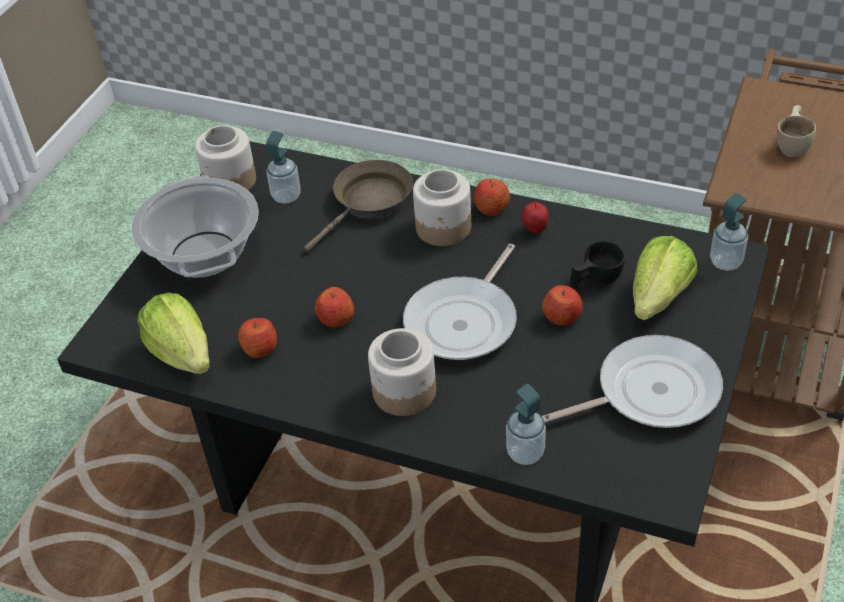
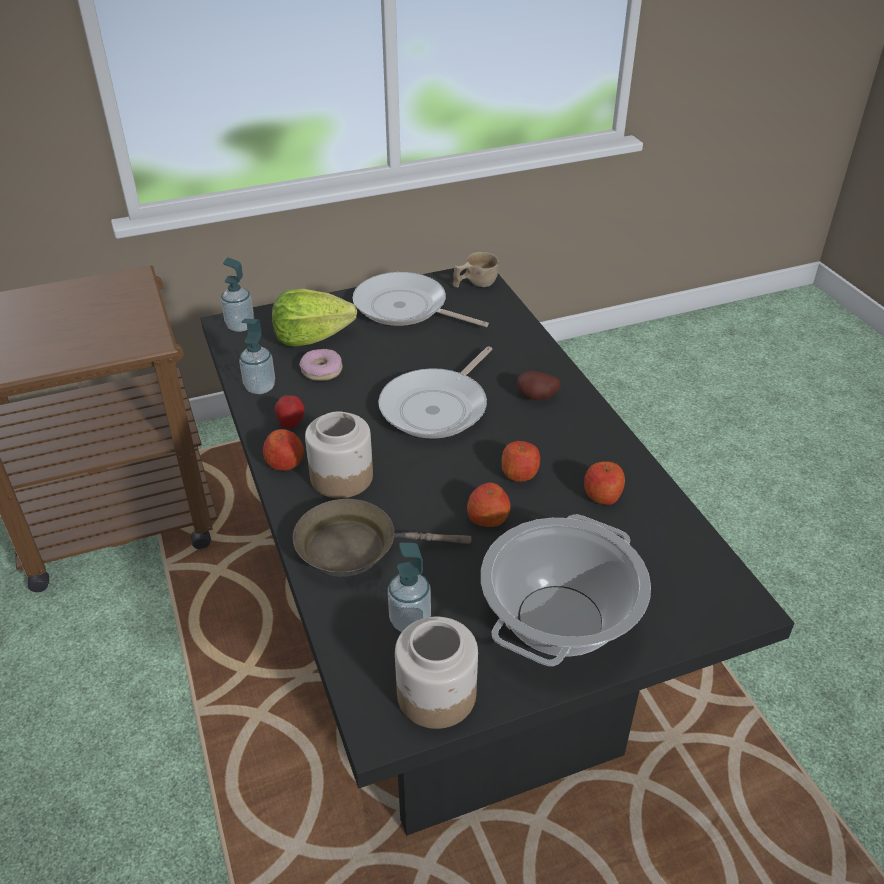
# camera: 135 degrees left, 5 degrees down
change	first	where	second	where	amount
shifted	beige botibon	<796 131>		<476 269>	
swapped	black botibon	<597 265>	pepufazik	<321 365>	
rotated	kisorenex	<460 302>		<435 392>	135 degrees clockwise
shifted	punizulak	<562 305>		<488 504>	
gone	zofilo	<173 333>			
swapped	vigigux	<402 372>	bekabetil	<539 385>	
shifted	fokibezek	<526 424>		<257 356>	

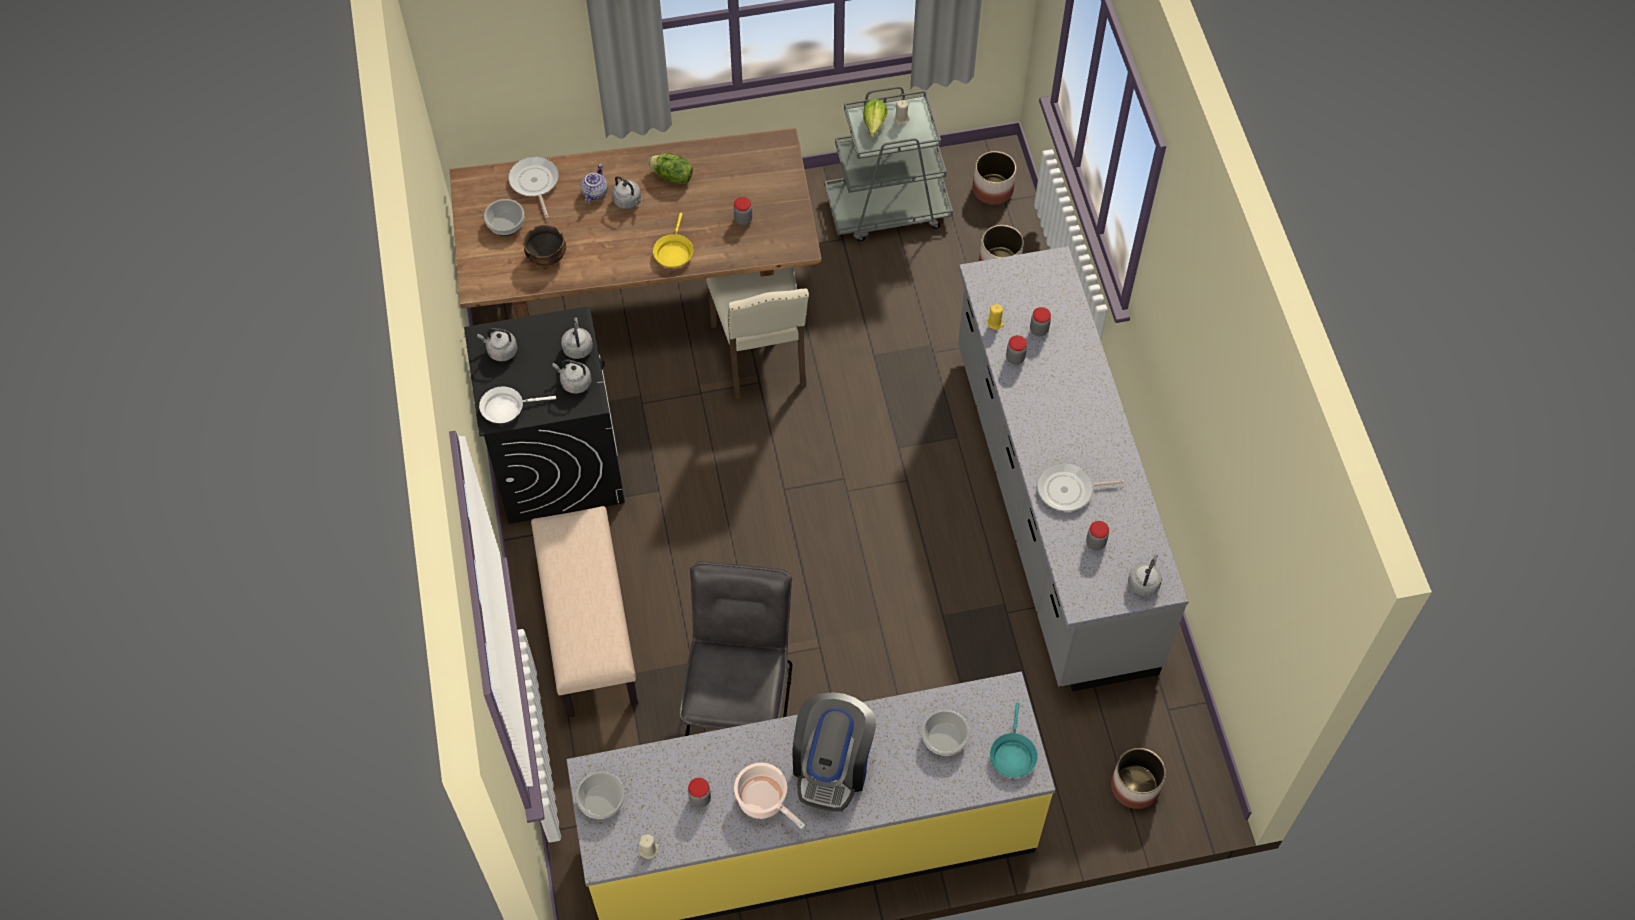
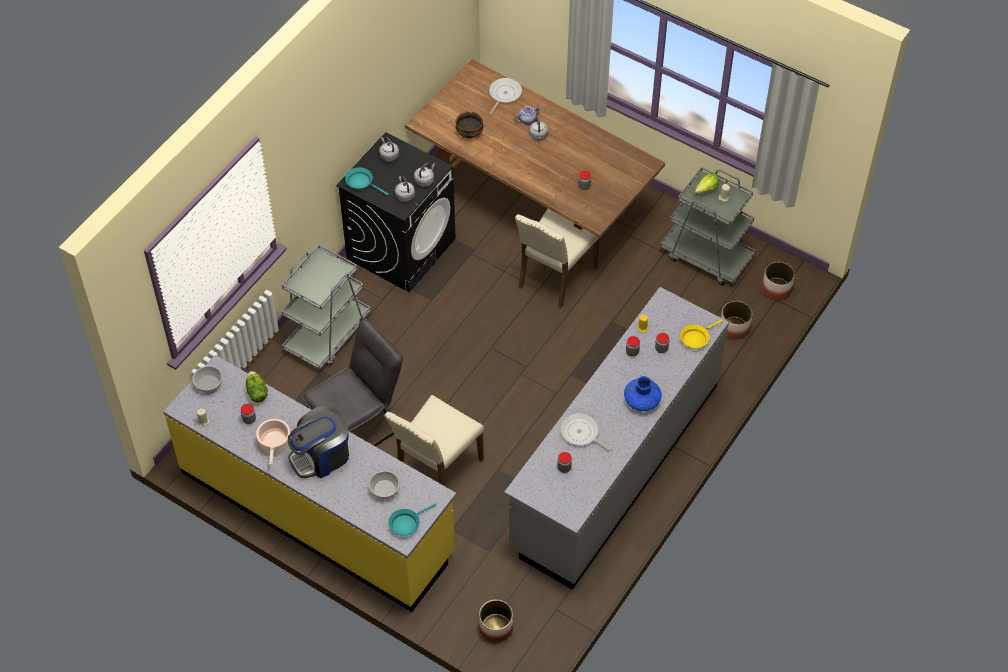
# camera: 45 degrees right, 5 degrees down
change	first	where	second	where	amount
shifted	zofilo	<670 169>		<257 387>	
gone	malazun	<504 217>			
shifted	yellow kisorenex	<673 240>		<701 334>	
repainted	white kisorenex	<517 405>	turquoise kisorenex	<367 181>	
swapped	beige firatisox	<584 612>	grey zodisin	<326 307>	
gone	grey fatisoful	<1145 576>			
new			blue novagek	<643 393>	
new			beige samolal	<434 440>	

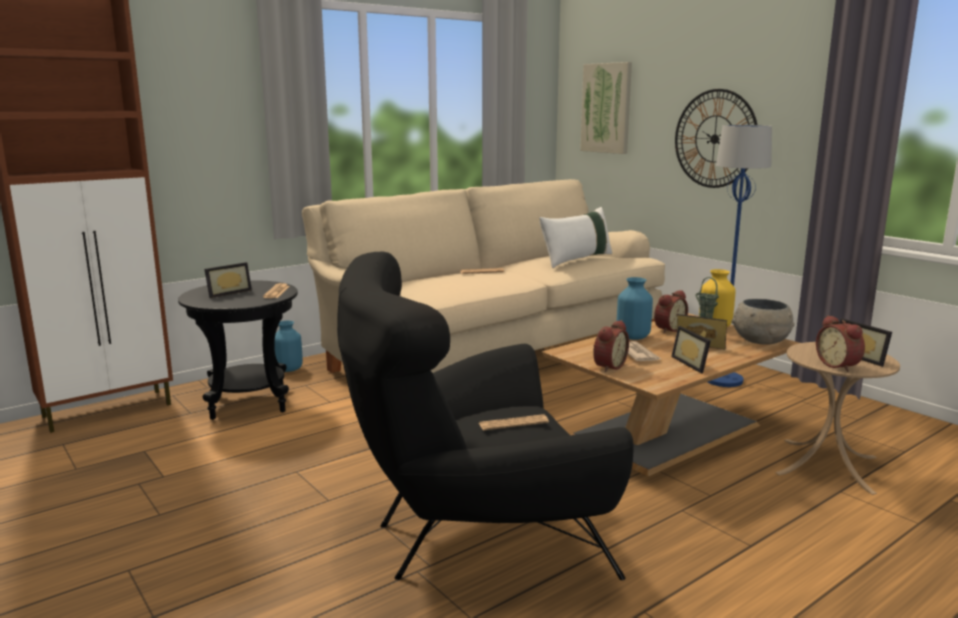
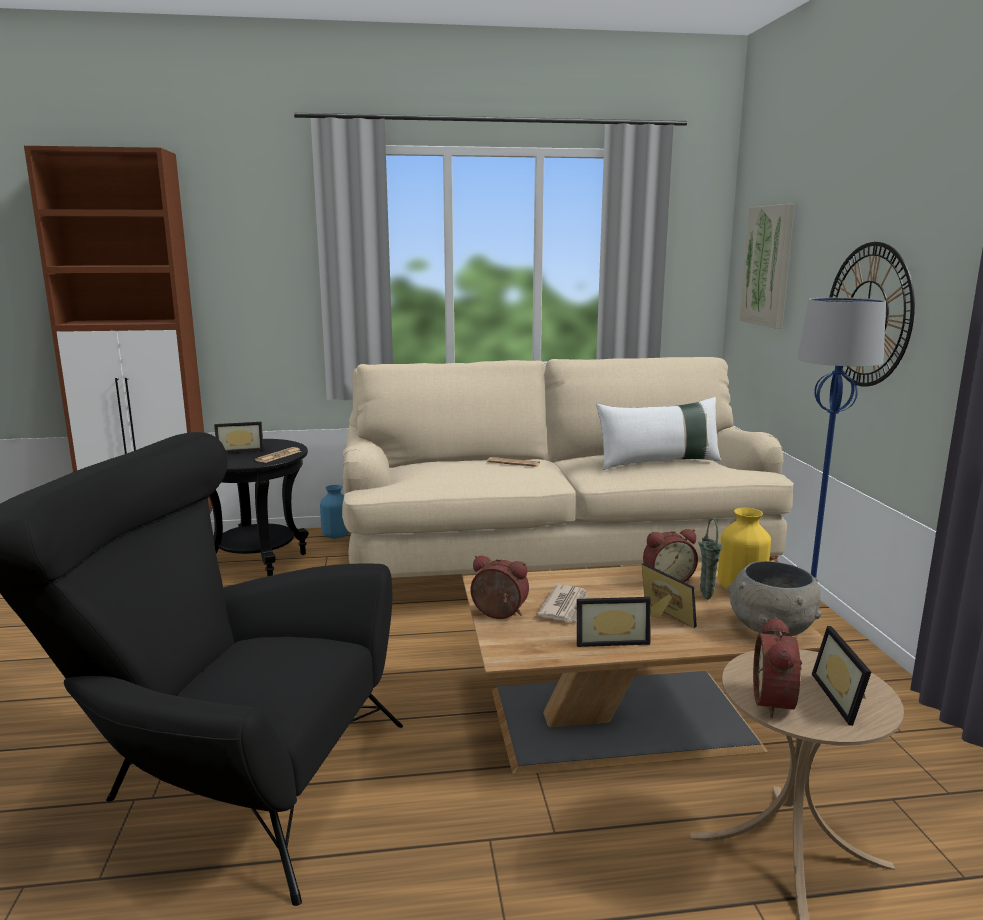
# camera: 30 degrees right, 0 degrees up
change	first	where	second	where	amount
gone	blue novagek	<635 308>			
rotated	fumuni	<611 346>		<500 587>	135 degrees counterclockwise
rotated	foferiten	<691 350>		<614 622>	105 degrees counterclockwise
gone	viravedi	<514 422>			

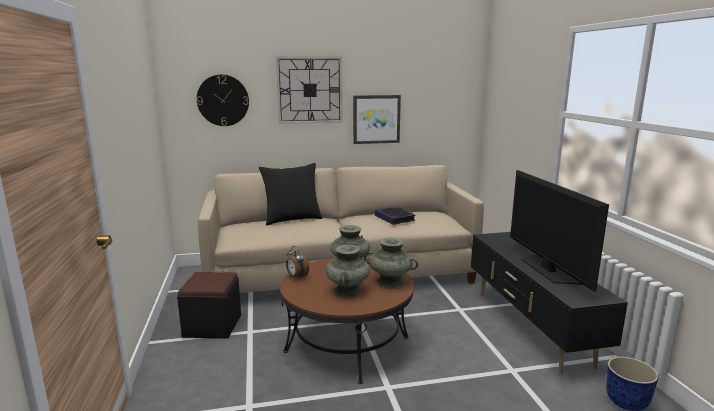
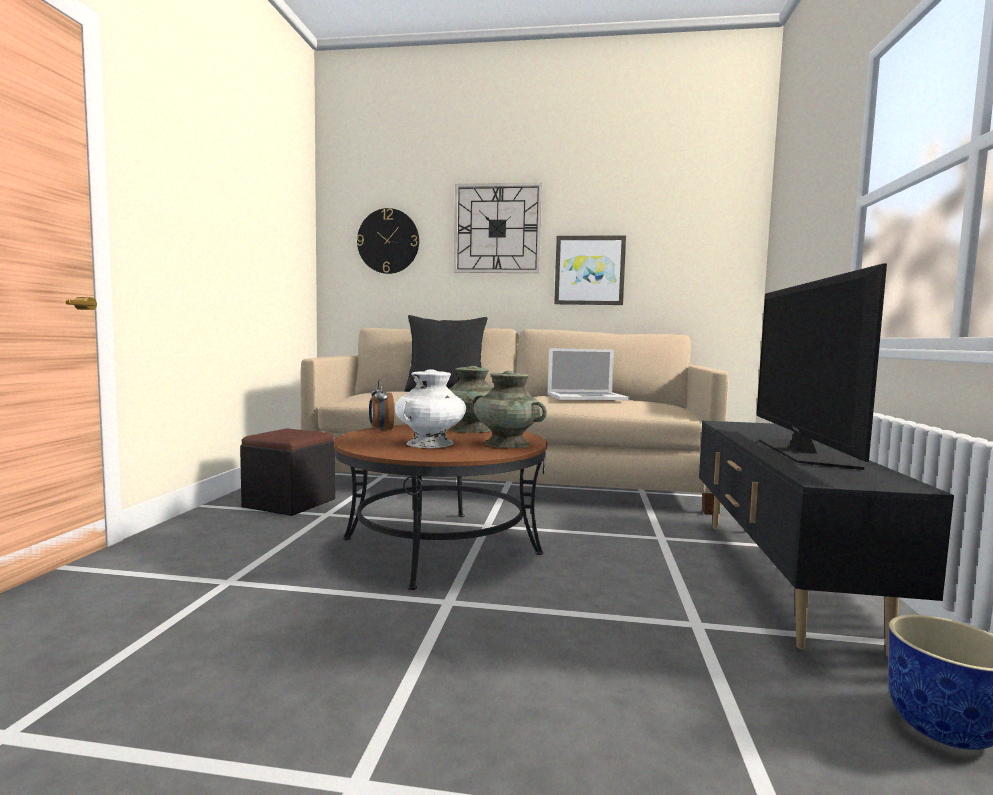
# camera: 20 degrees right, 10 degrees down
change	first	where	second	where	amount
swapped	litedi	<395 216>	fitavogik	<588 374>	
repainted	turquoise novagek	<348 271>	white novagek	<430 408>	

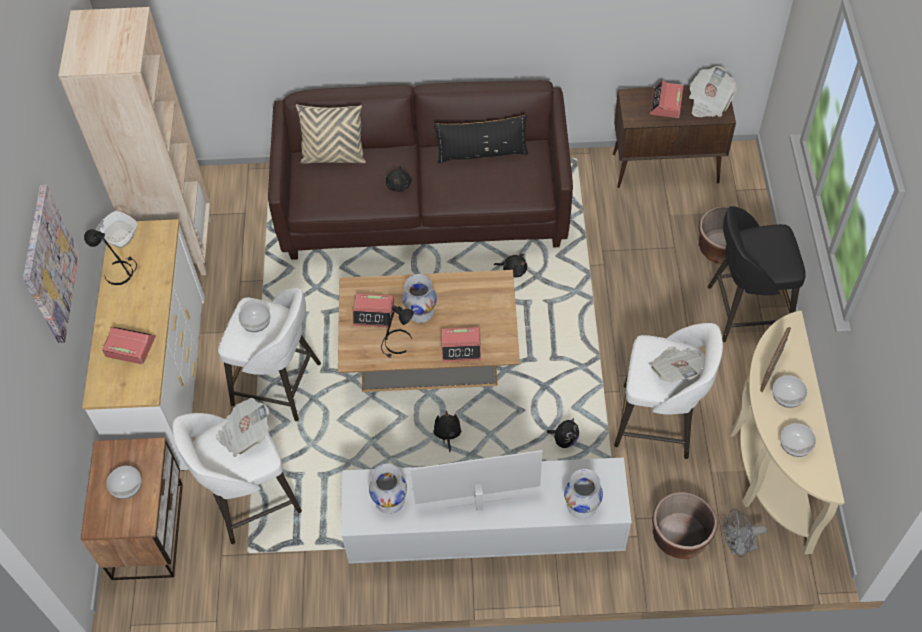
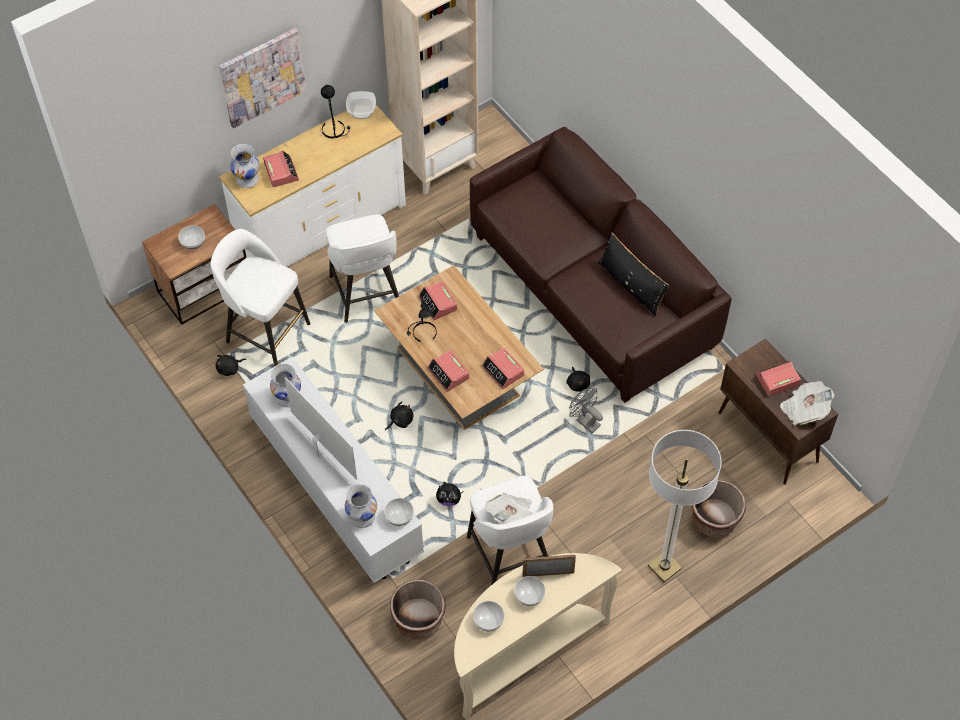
# camera: 55 degrees right, 0 degrees up
change	first	where	second	where	amount
gone	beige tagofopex	<331 134>			
shifted	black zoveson	<399 179>		<231 365>	
swapped	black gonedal	<757 274>	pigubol	<685 506>	
shifted	white novagek	<419 298>		<245 166>	
shifted	malazun	<254 317>		<399 512>	
gone	viravedi	<242 427>			
shifted	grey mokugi	<745 533>		<586 410>	
new			fumuni	<503 368>	

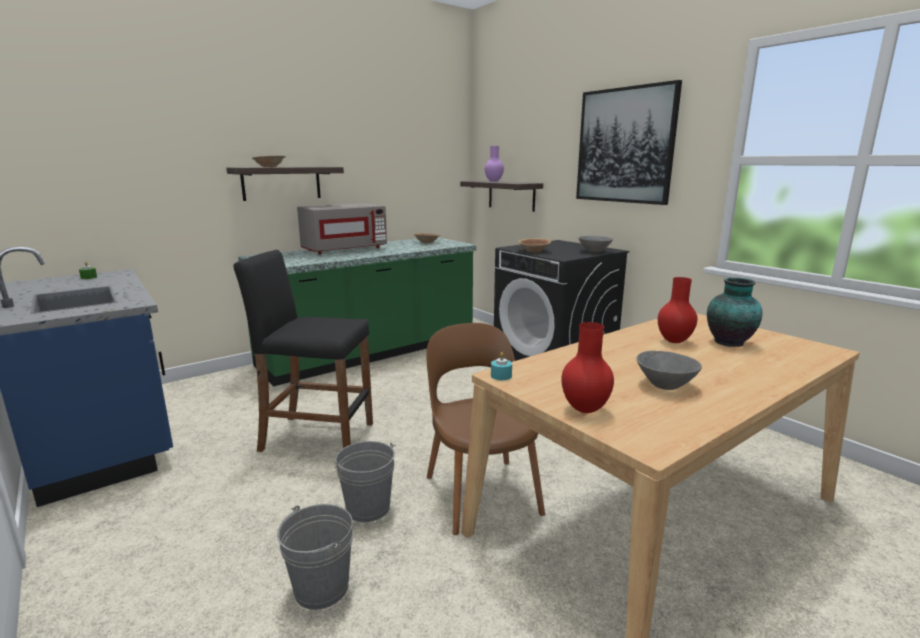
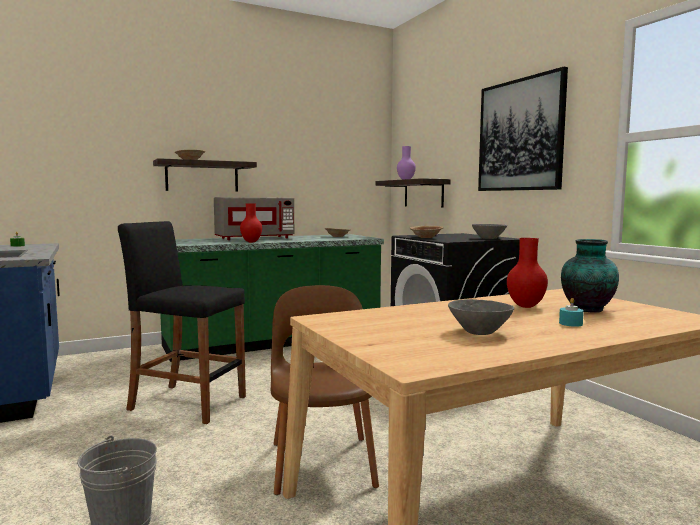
# camera: 10 degrees right, 10 degrees down
change	first	where	second	where	amount
shifted	red novagek	<587 367>		<251 222>	
shifted	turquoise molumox	<501 366>		<571 312>	
gone	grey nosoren	<365 481>			

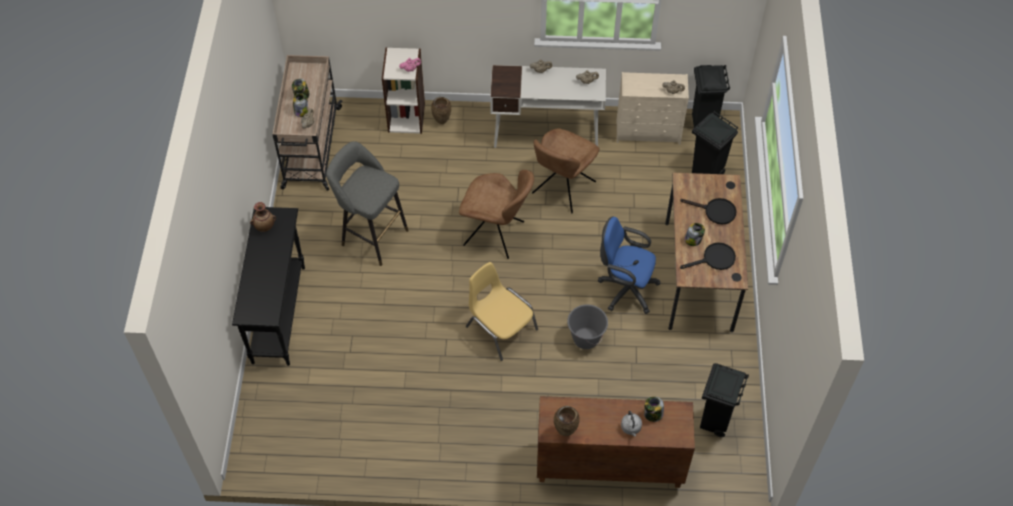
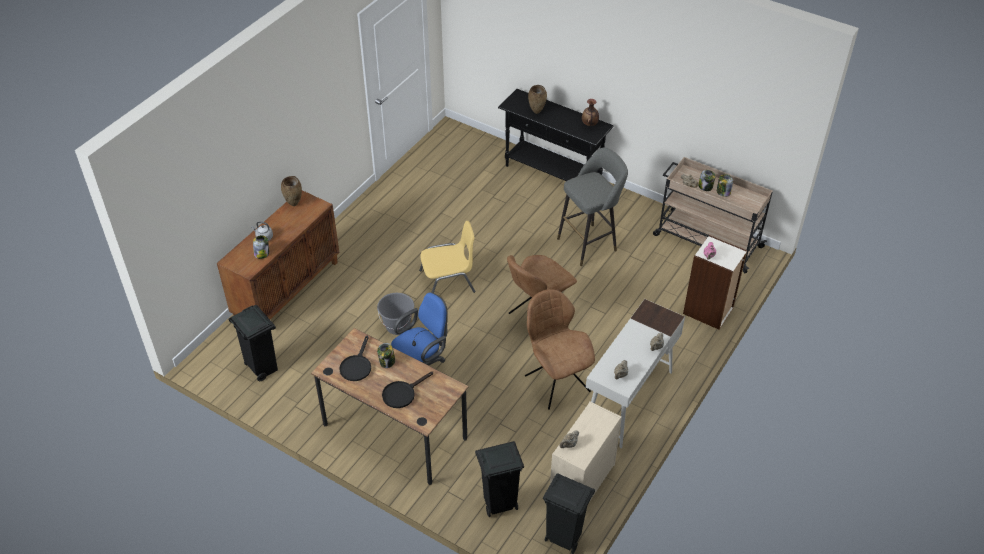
# camera: 120 degrees right, 10 degrees down
change	first	where	second	where	amount
shifted	brown novagek	<441 110>		<537 99>	

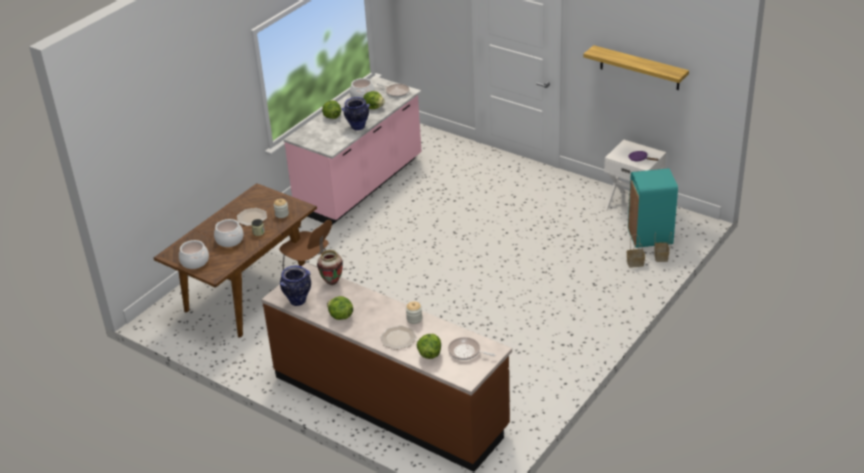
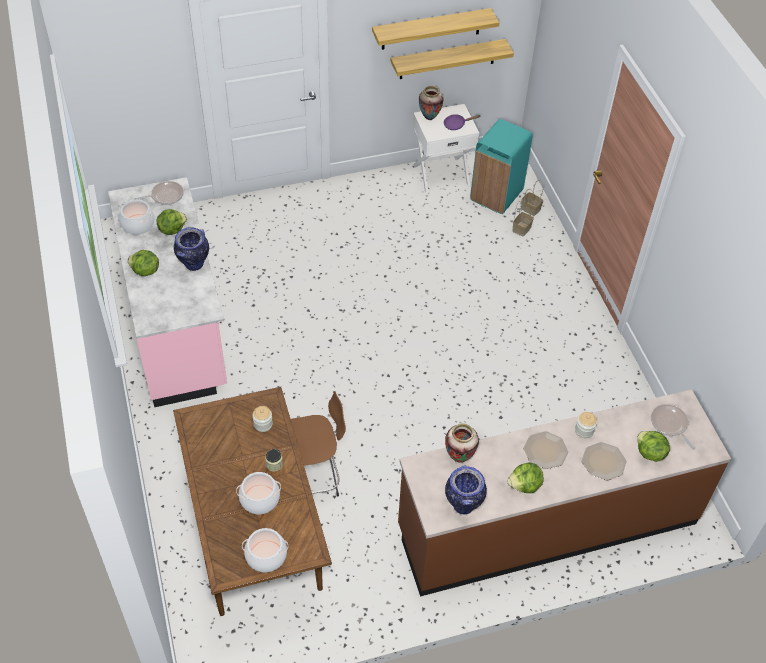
# camera: 55 degrees left, 15 degrees up
change	first	where	second	where	amount
shifted	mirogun	<252 217>		<546 450>	
rotated	kisorenex	<471 348>		<673 426>	90 degrees clockwise
new			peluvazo	<452 59>	
new			novagek	<431 103>	

